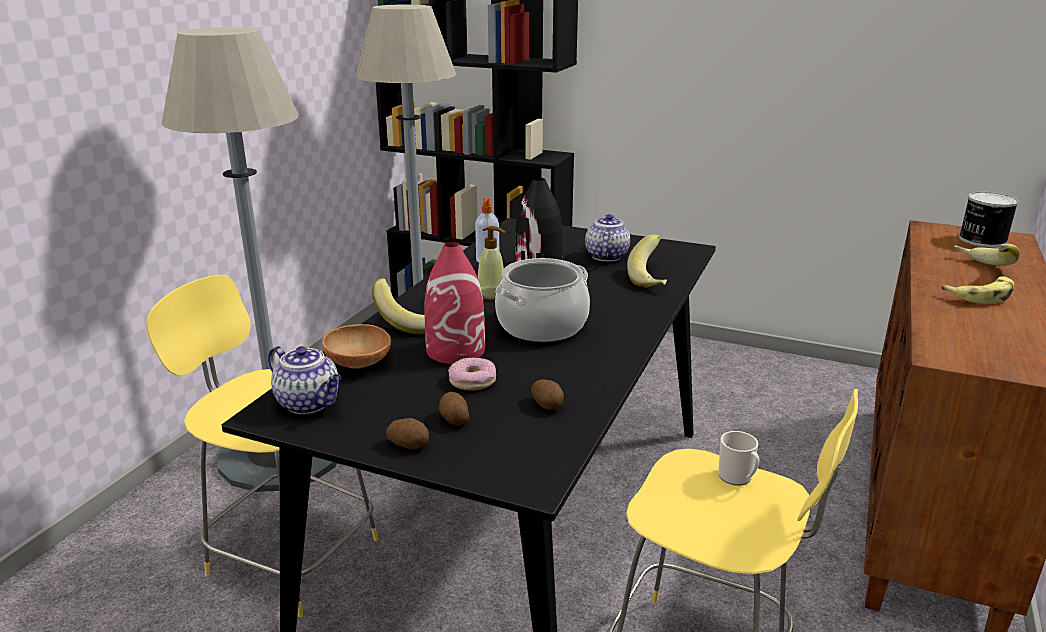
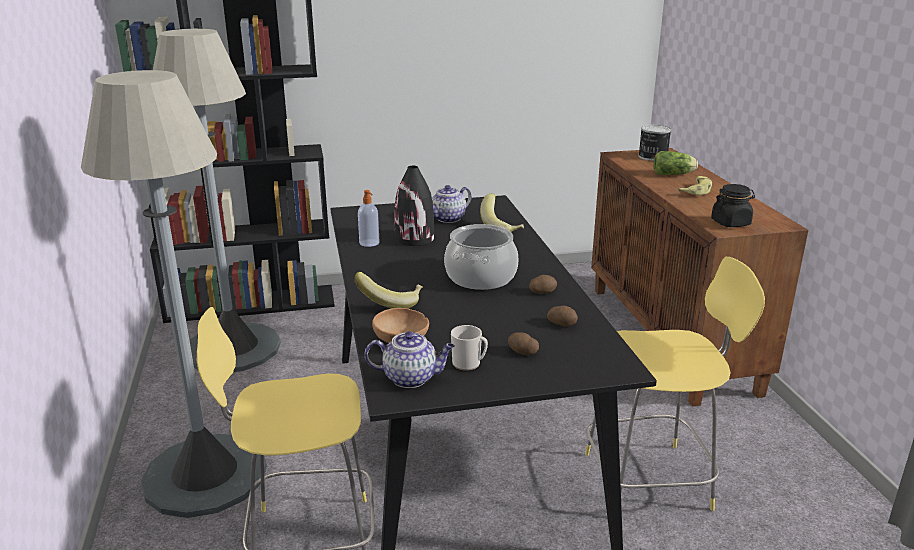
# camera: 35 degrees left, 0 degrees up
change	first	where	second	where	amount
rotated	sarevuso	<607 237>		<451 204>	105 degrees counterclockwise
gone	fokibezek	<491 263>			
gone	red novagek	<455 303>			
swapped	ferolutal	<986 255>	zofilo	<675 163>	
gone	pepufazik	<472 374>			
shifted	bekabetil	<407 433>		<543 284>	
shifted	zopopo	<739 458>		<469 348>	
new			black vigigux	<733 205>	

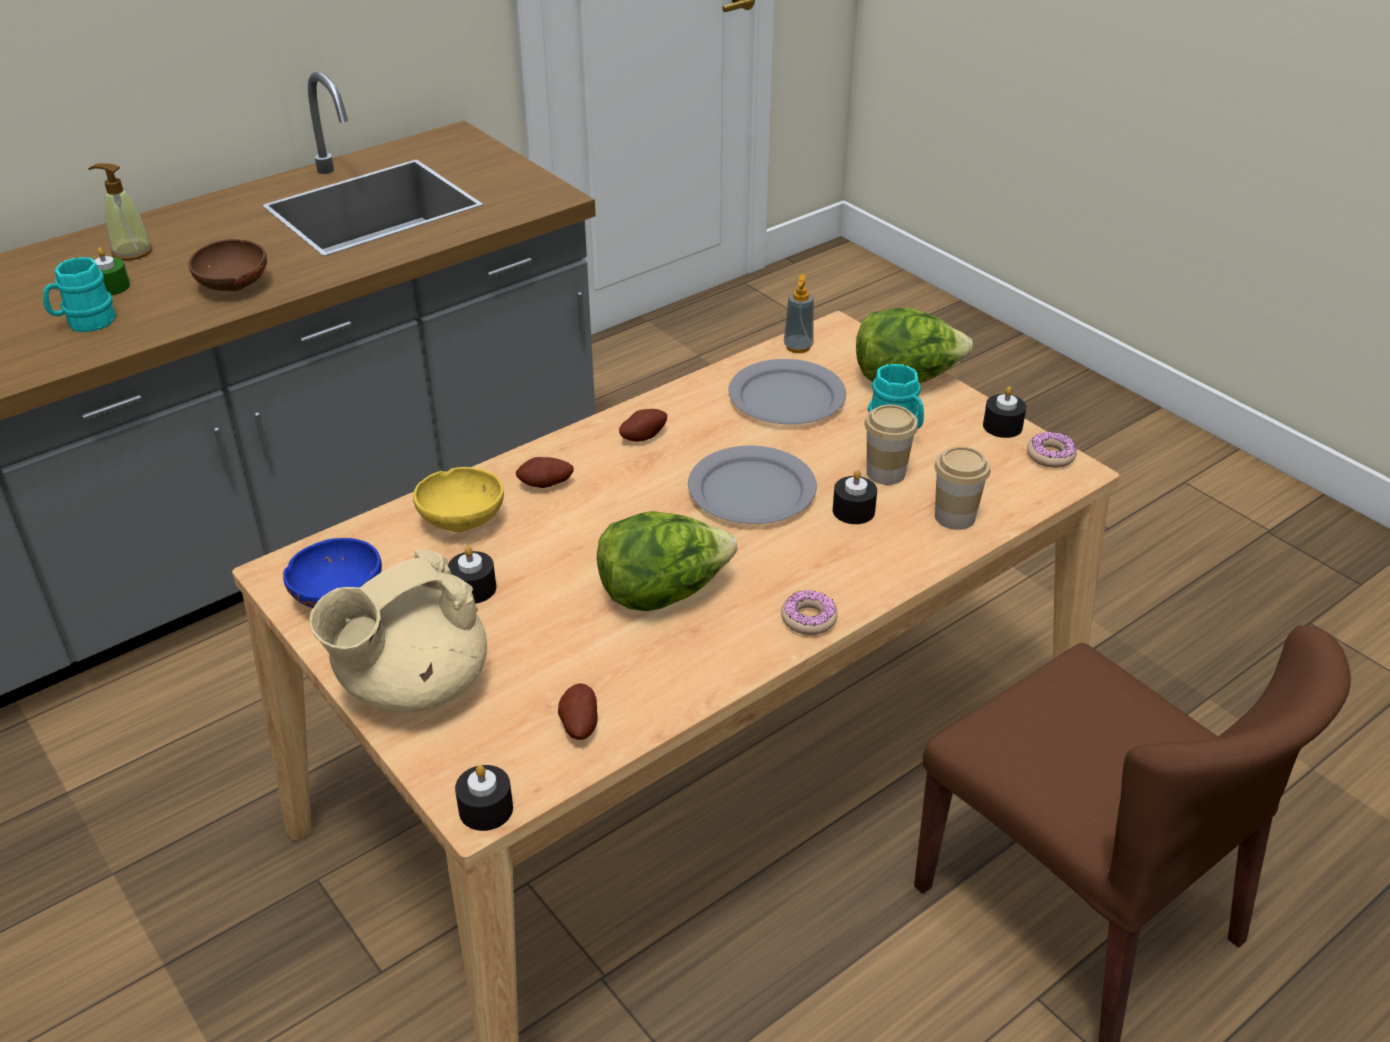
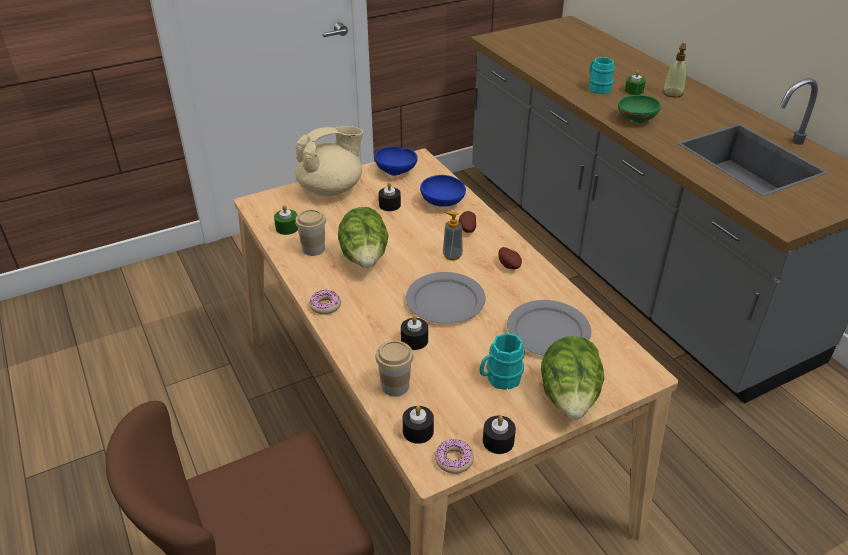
# camera: 100 degrees right, 0 degrees up
change	first	where	second	where	amount
repainted	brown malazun	<227 265>	green malazun	<639 109>	
shifted	fokibezek	<799 313>		<453 236>	
shifted	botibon	<891 445>		<310 232>	
repainted	yellow malazun	<458 499>	blue malazun	<443 191>	
rotated	beige sarevuso	<398 631>		<329 161>	90 degrees clockwise
swapped	bekabetil	<578 711>	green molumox	<286 220>	
shifted	black molumox	<484 798>		<418 425>	

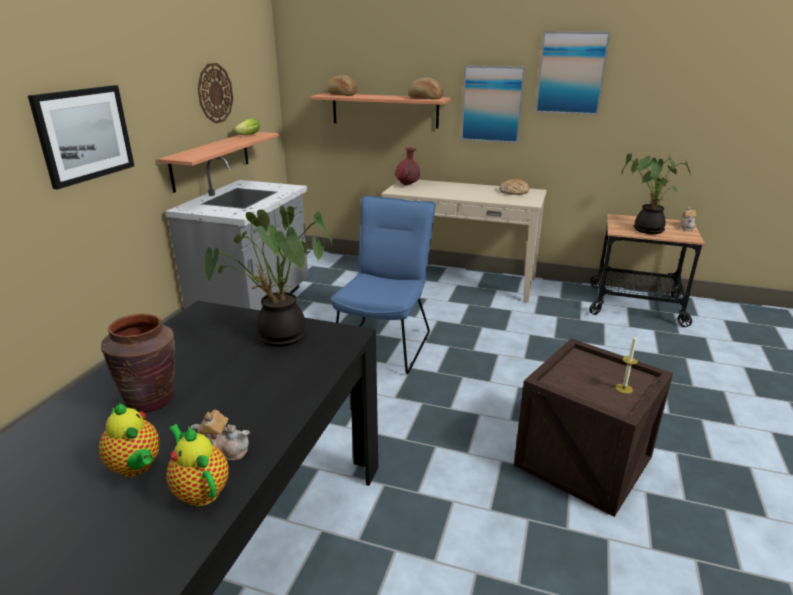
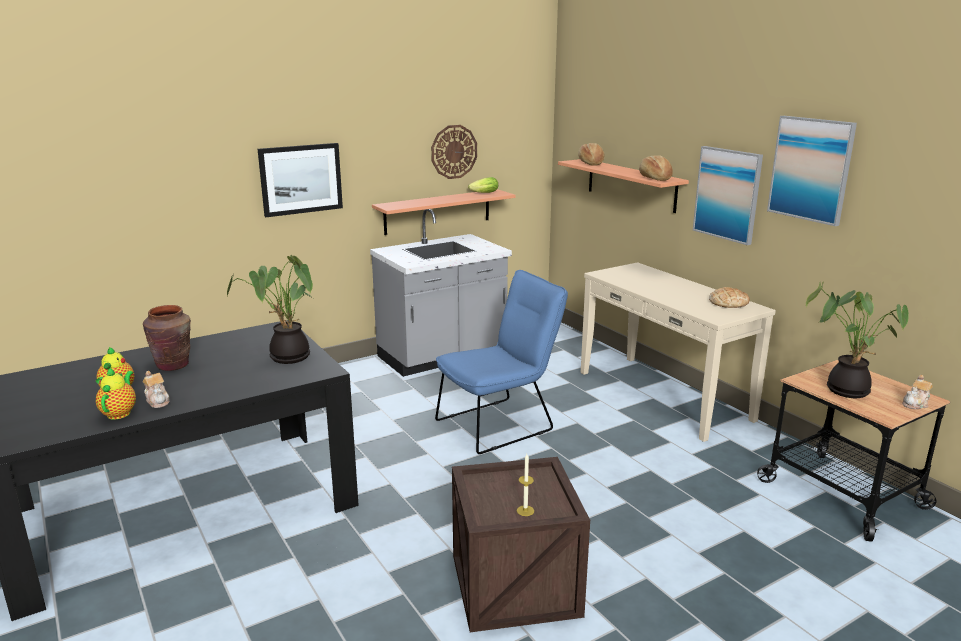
# camera: 40 degrees right, 5 degrees down
change	first	where	second	where	amount
gone	red novagek	<407 166>			

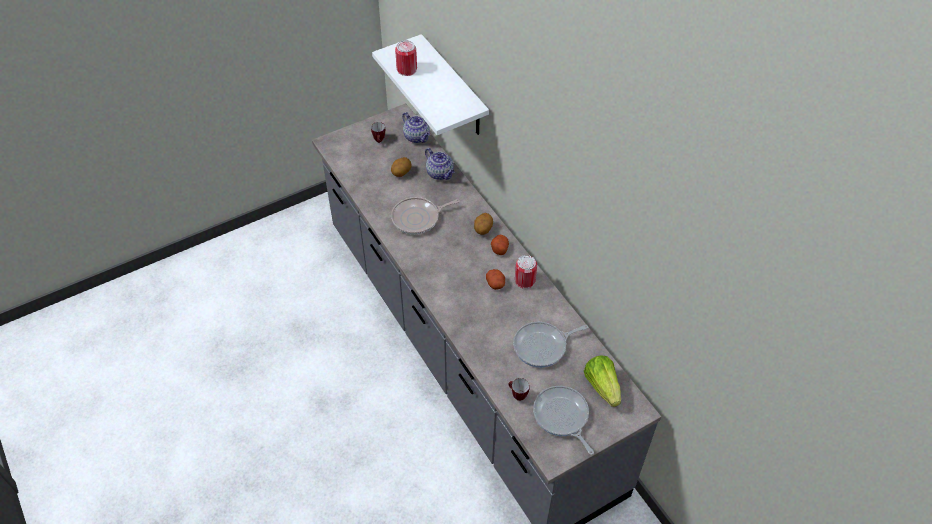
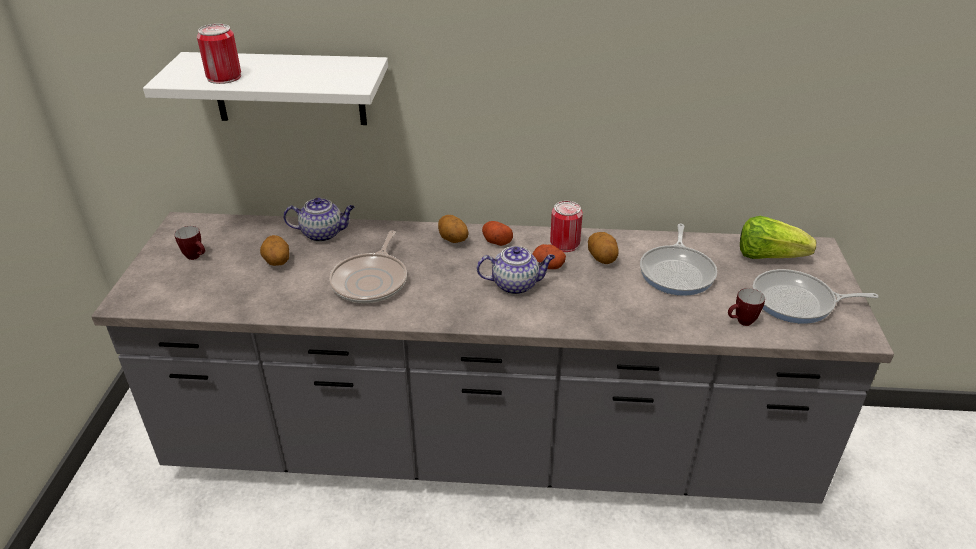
# camera: 55 degrees left, 15 degrees down
change	first	where	second	where	amount
shifted	sarevuso	<416 127>		<516 270>	
new			bekabetil	<603 248>	

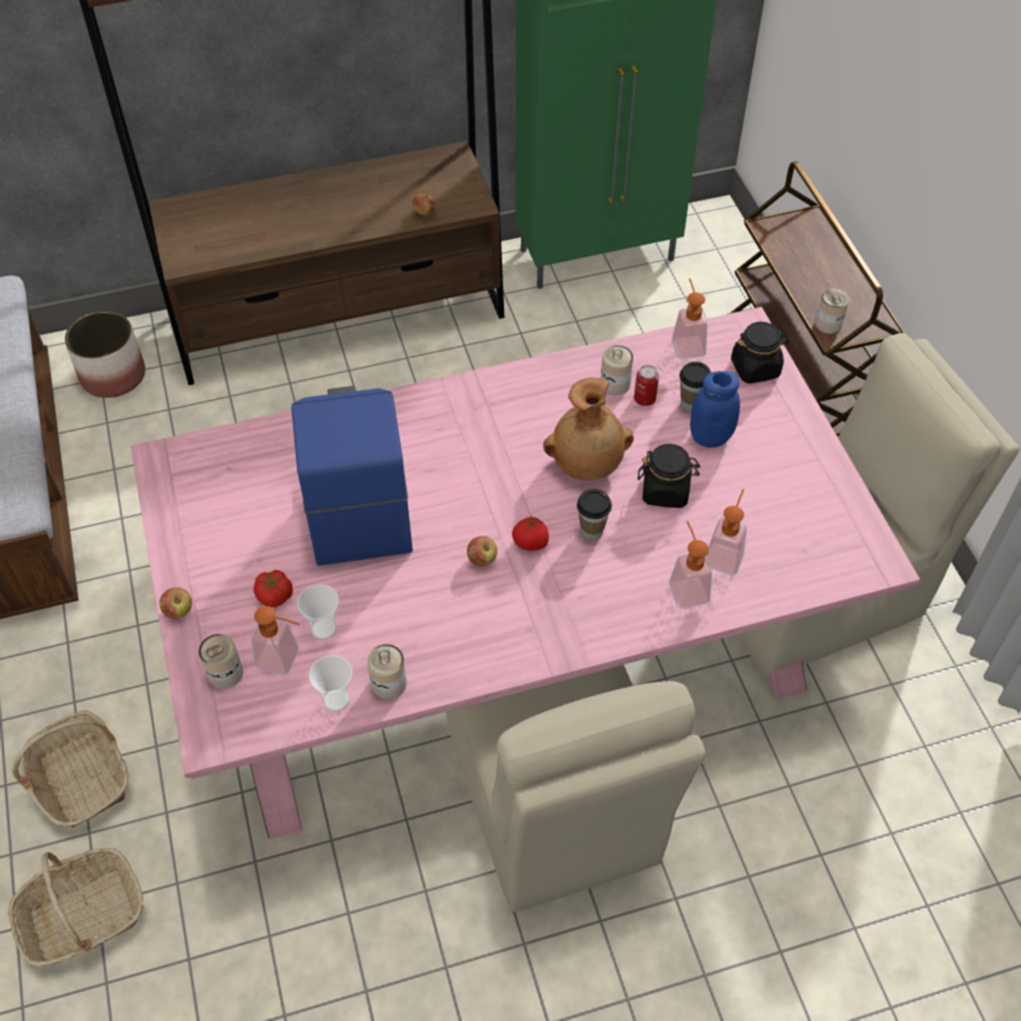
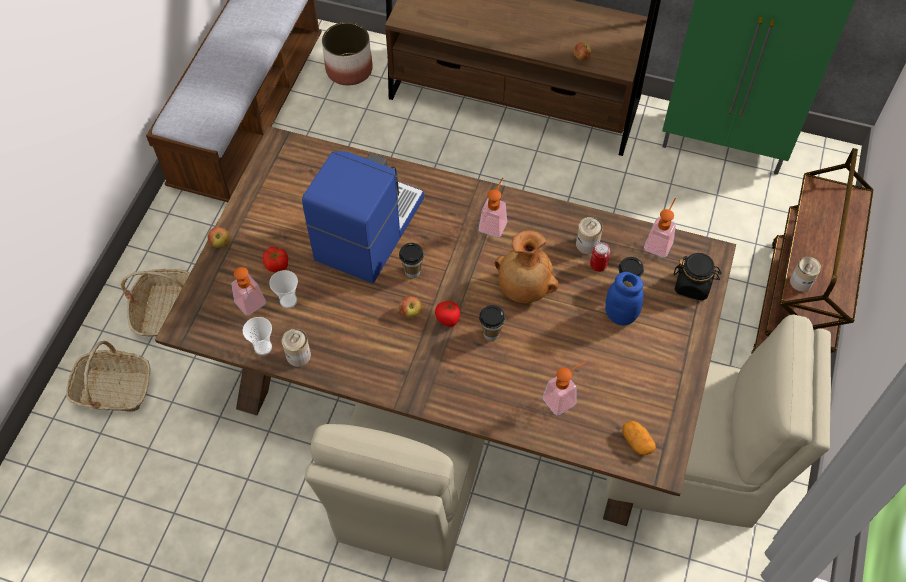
# camera: 35 degrees right, 5 degrees up
change	first	where	second	where	amount
repainted	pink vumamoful	<525 573>	brown vumamoful	<445 326>	
gone	black vigigux	<669 476>			
shifted	fokibezek	<690 564>		<493 208>	
gone	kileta	<221 661>			
new			botibon	<411 260>	
new			bekabetil	<639 438>	

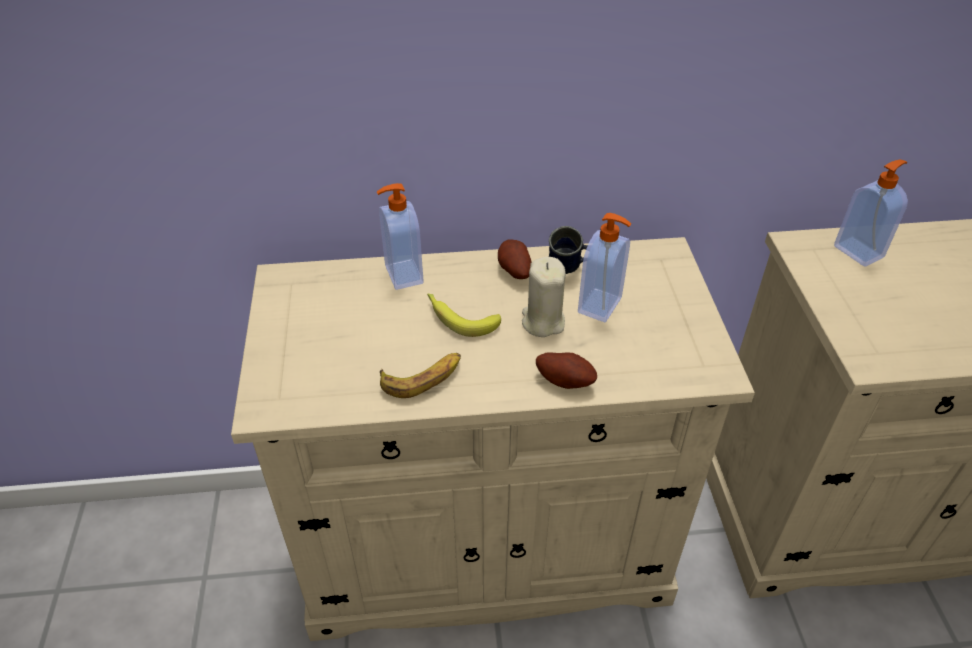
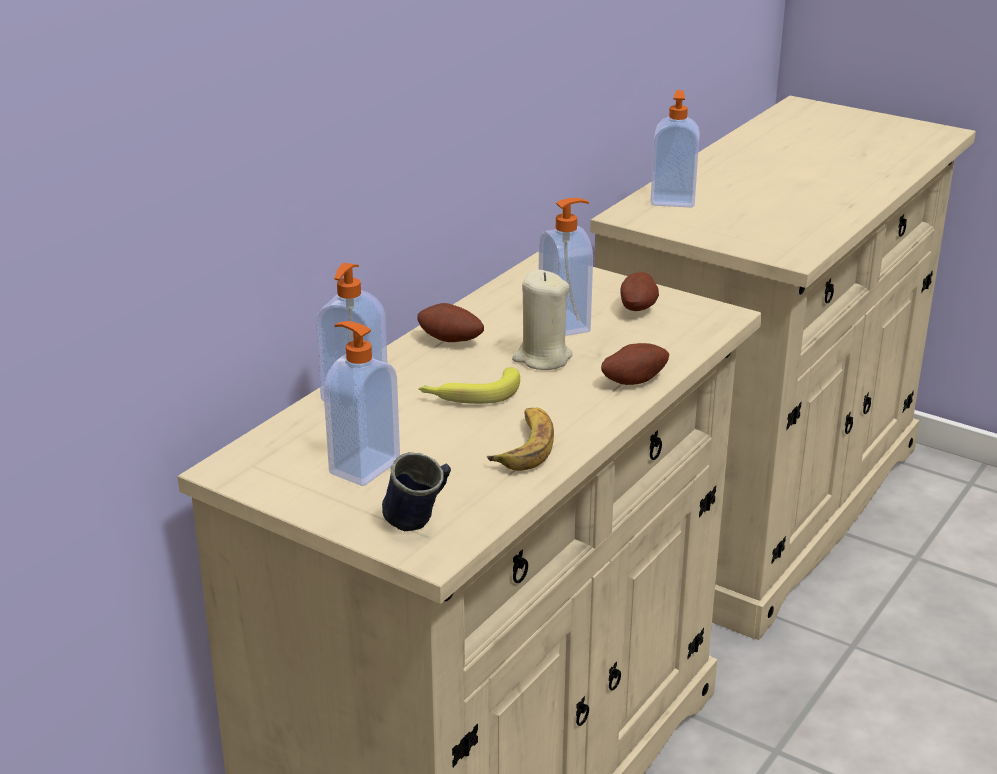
# camera: 50 degrees left, 15 degrees down
change	first	where	second	where	amount
shifted	blue zopopo	<568 250>		<416 491>	
new			bekabetil	<639 291>	
new			fokibezek	<362 403>	

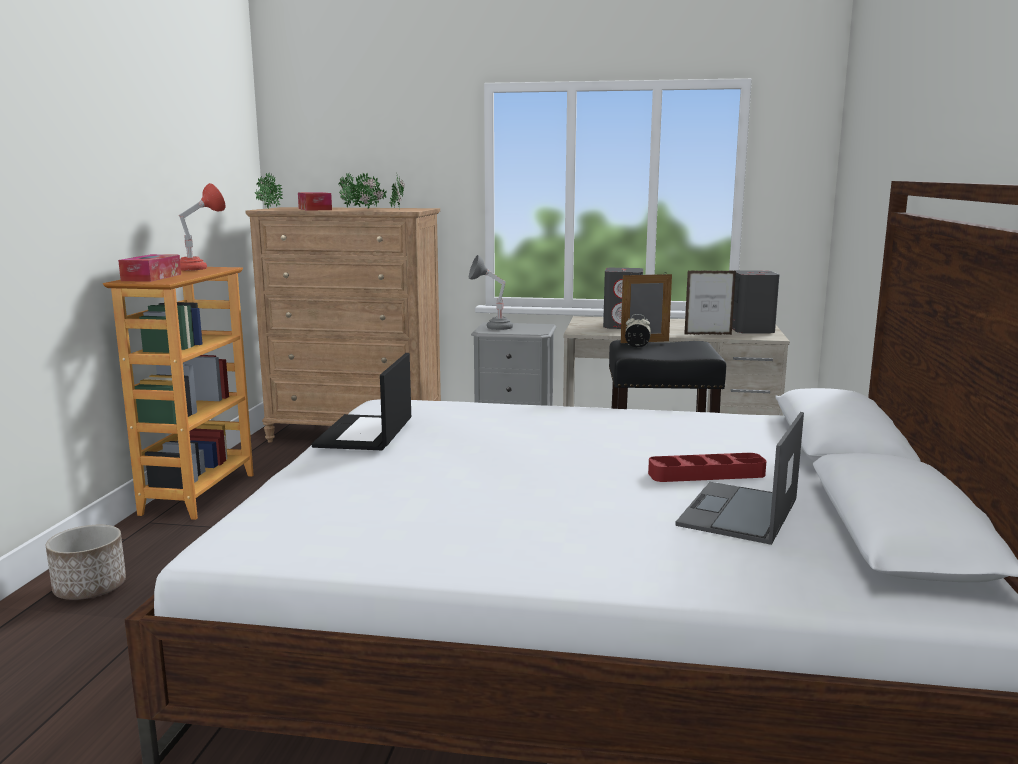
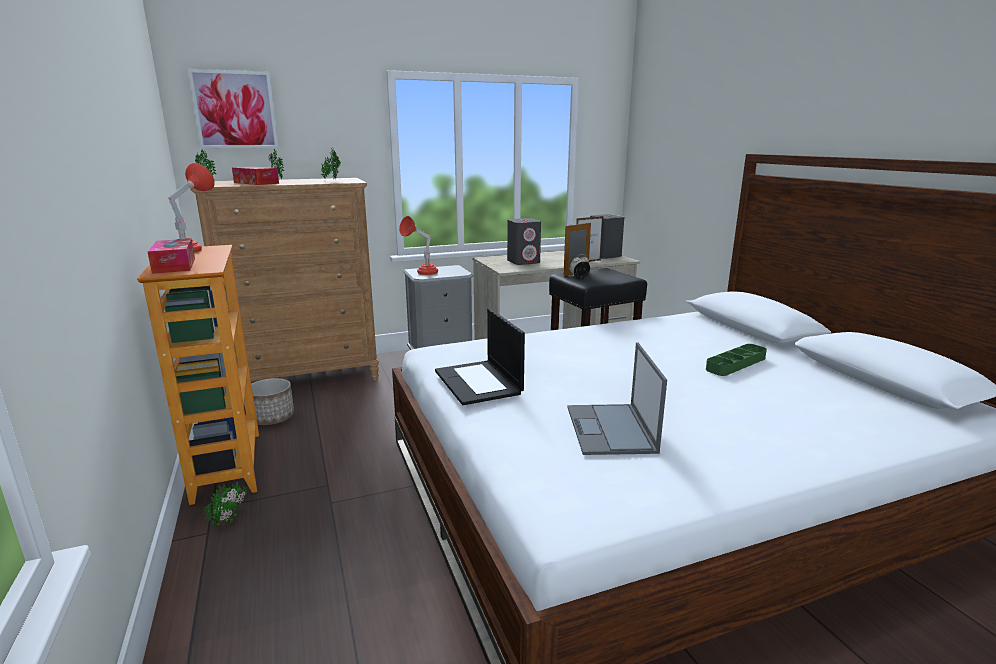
# camera: 30 degrees left, 5 degrees up
change	first	where	second	where	amount
shifted	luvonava	<369 191>		<225 505>	
repainted	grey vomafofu	<491 292>	red vomafofu	<418 245>	
shifted	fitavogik	<739 478>		<617 398>	
repainted	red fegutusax	<707 467>	green fegutusax	<736 360>	
shifted	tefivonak	<86 562>		<272 401>	
new			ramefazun	<233 109>	

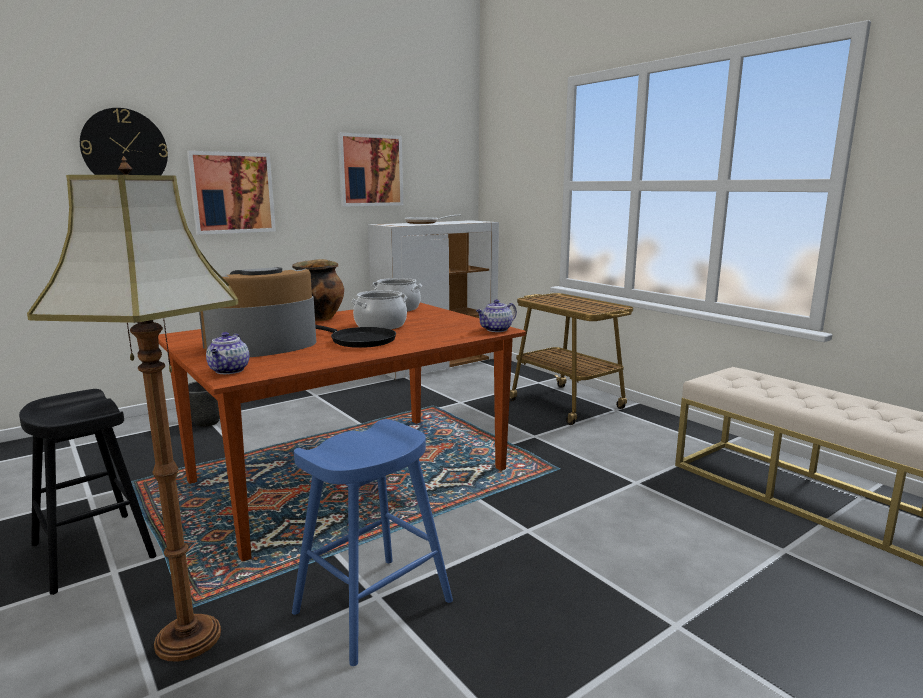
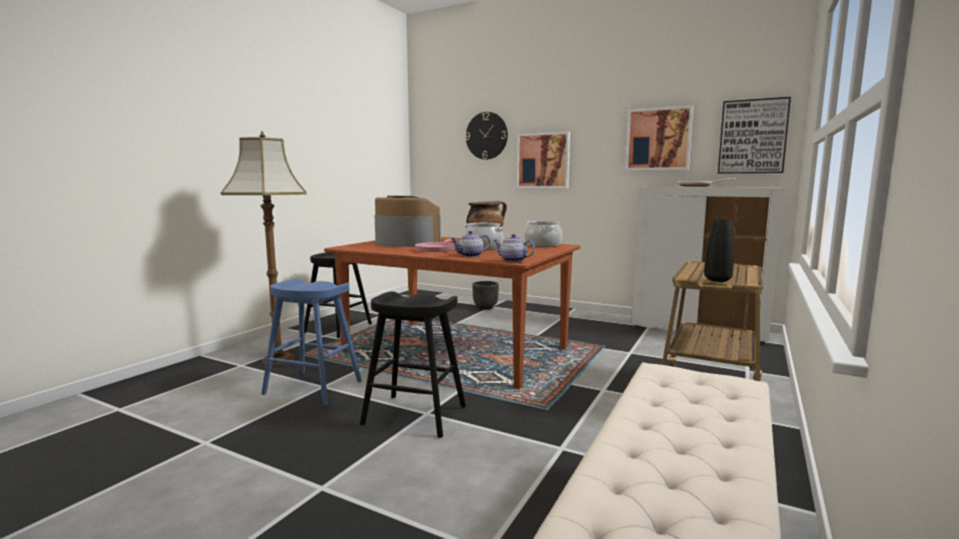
# camera: 65 degrees right, 5 degrees down
change	first	where	second	where	amount
repainted	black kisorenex	<355 336>	pink kisorenex	<435 245>	
shifted	sarevuso	<227 353>		<470 244>	
new			ramefazun	<754 135>	
new			black novagek	<719 250>	
new			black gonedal	<413 364>	

